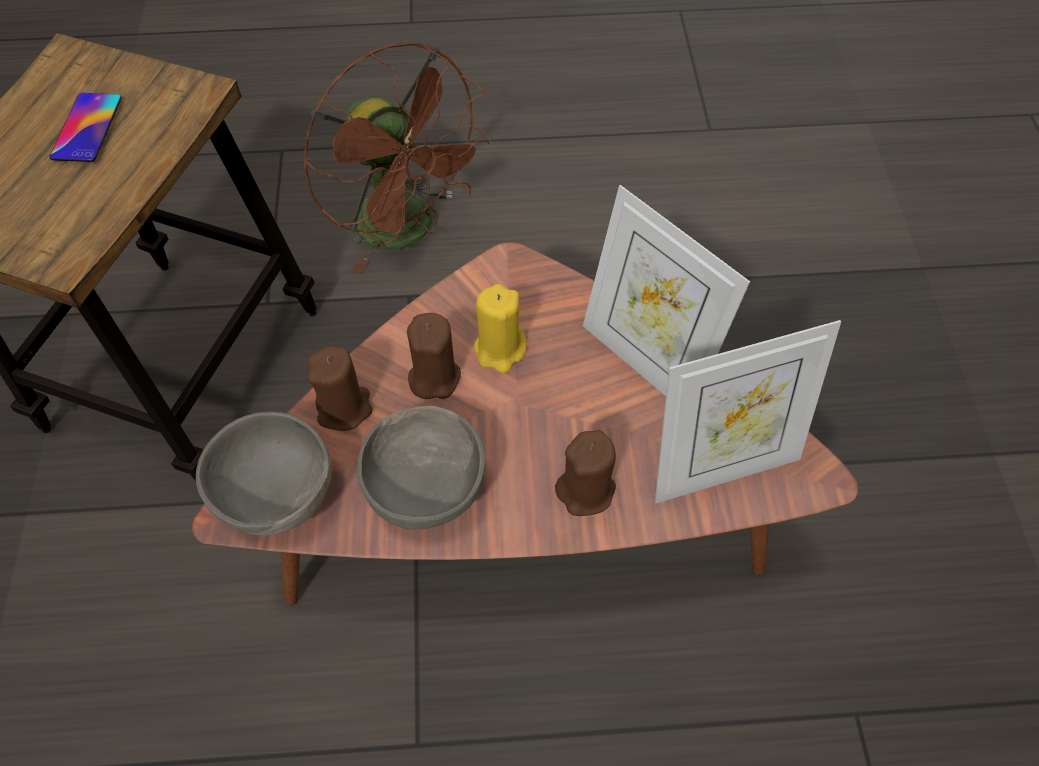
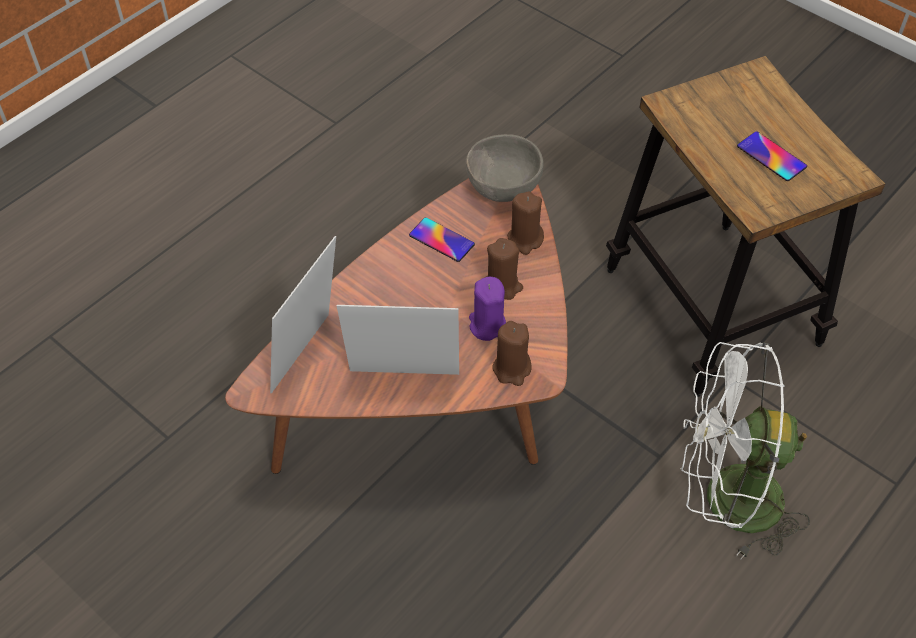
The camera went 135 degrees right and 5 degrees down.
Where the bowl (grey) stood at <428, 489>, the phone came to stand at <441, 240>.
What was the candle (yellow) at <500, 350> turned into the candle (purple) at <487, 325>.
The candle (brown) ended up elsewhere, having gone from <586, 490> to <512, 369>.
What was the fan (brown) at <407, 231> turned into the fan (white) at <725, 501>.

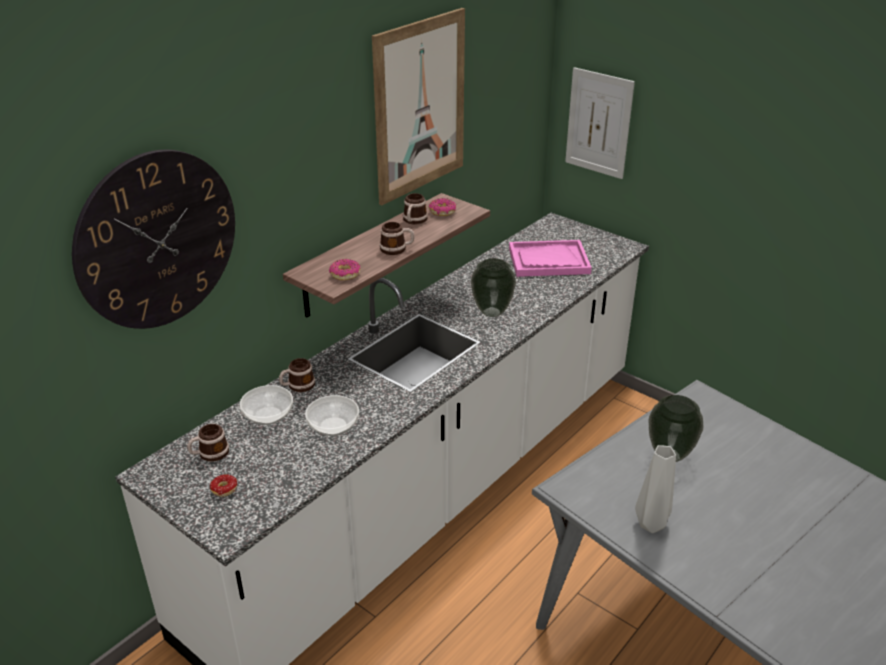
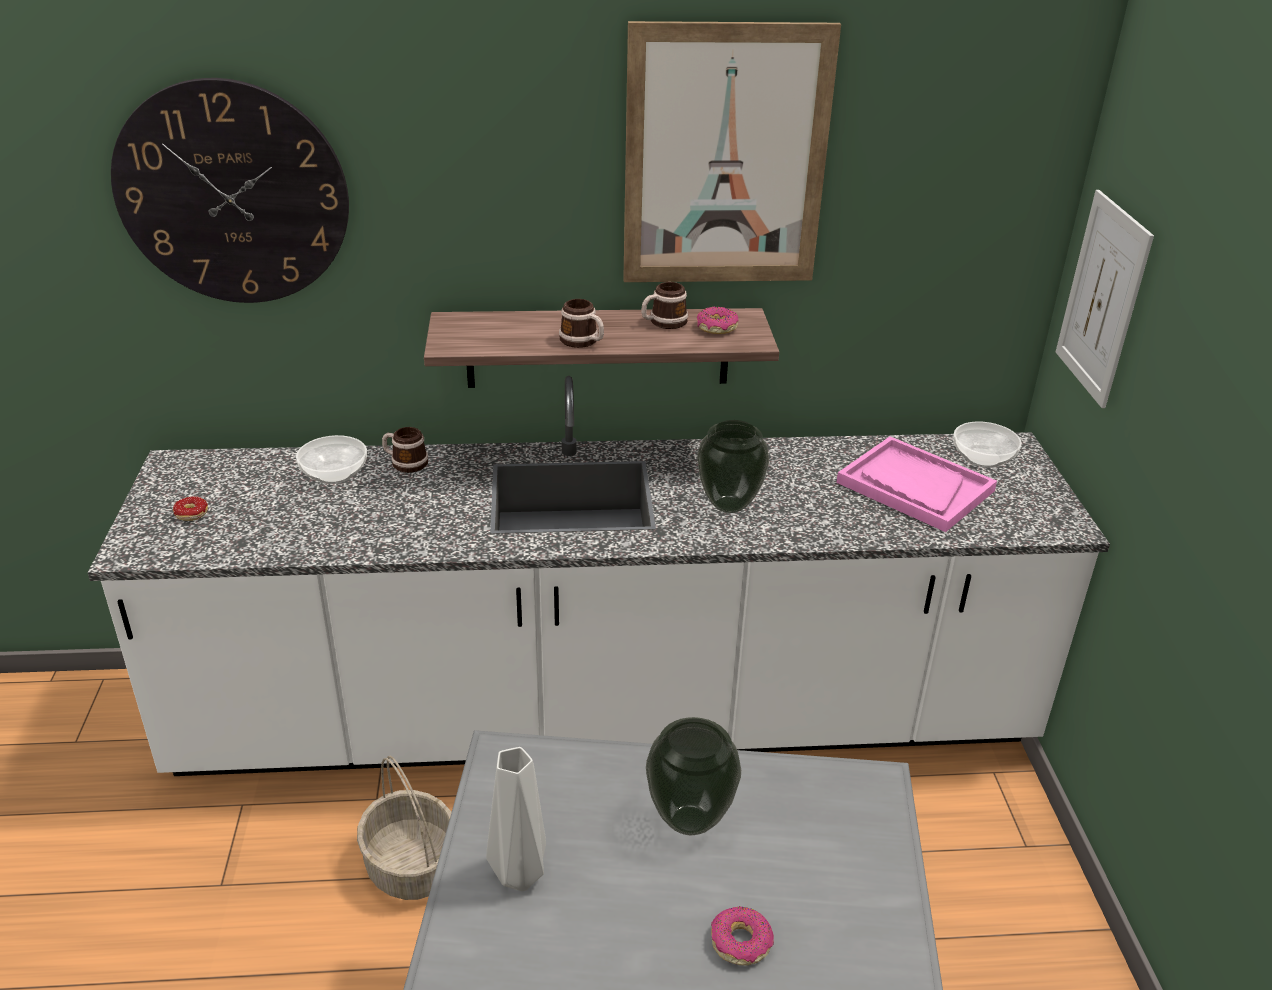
The camera went 45 degrees right and 0 degrees up.
The second view gained the basket at <413, 867>.
The donut ended up elsewhere, having gone from <345, 274> to <740, 942>.
The bowl ended up elsewhere, having gone from <333, 427> to <982, 458>.
The second view lost the mug at <209, 454>.

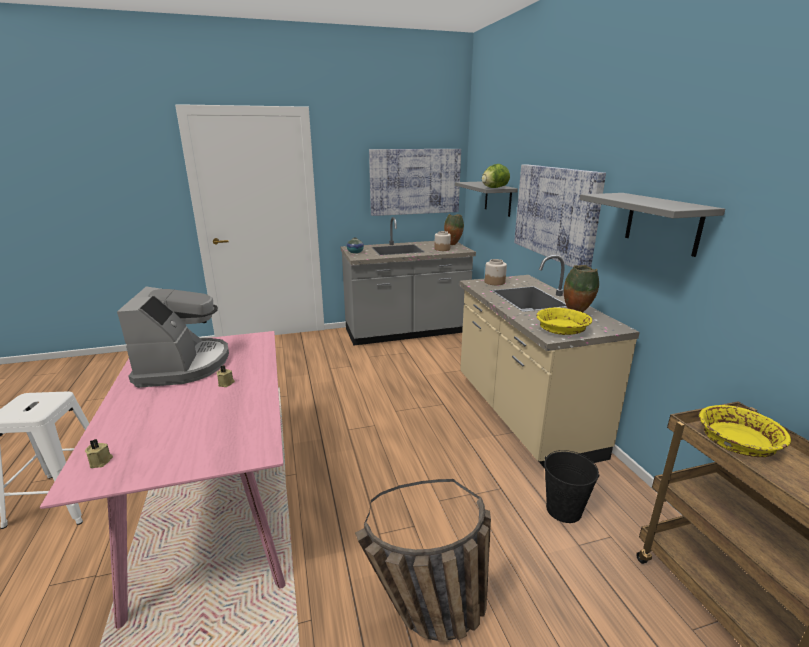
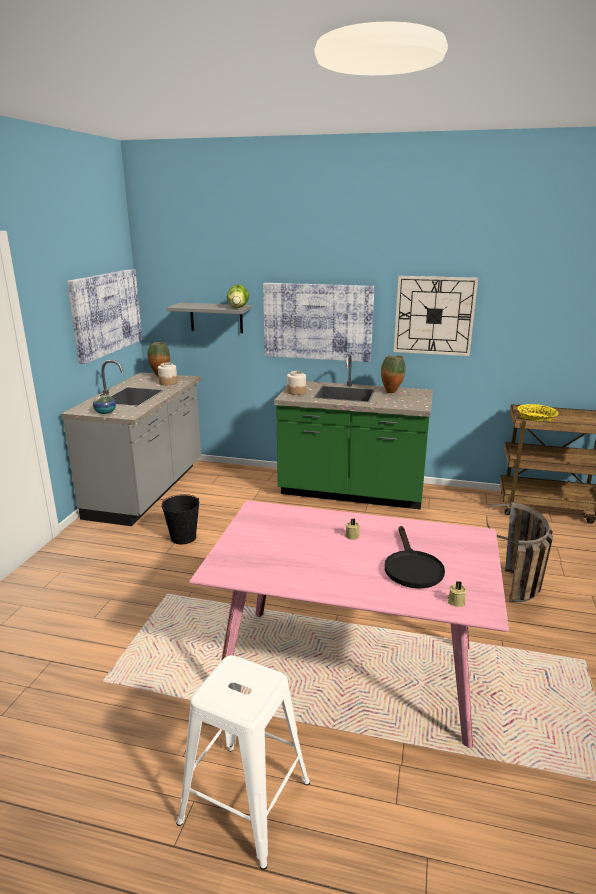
The camera went 60 degrees left and 0 degrees up.
The bucket (black) ended up elsewhere, having gone from <564, 510> to <183, 537>.
What was the counter (beige) at <523, 416> turned into the counter (green) at <351, 493>.
The second view gained the frying pan (black) at <411, 567>.
Where the shelf (grey) hung at <662, 223>, the wall clock came to hang at <434, 315>.
The second view lost the coffee machine at <183, 365>.
The second view lost the bowl (yellow) at <562, 330>.

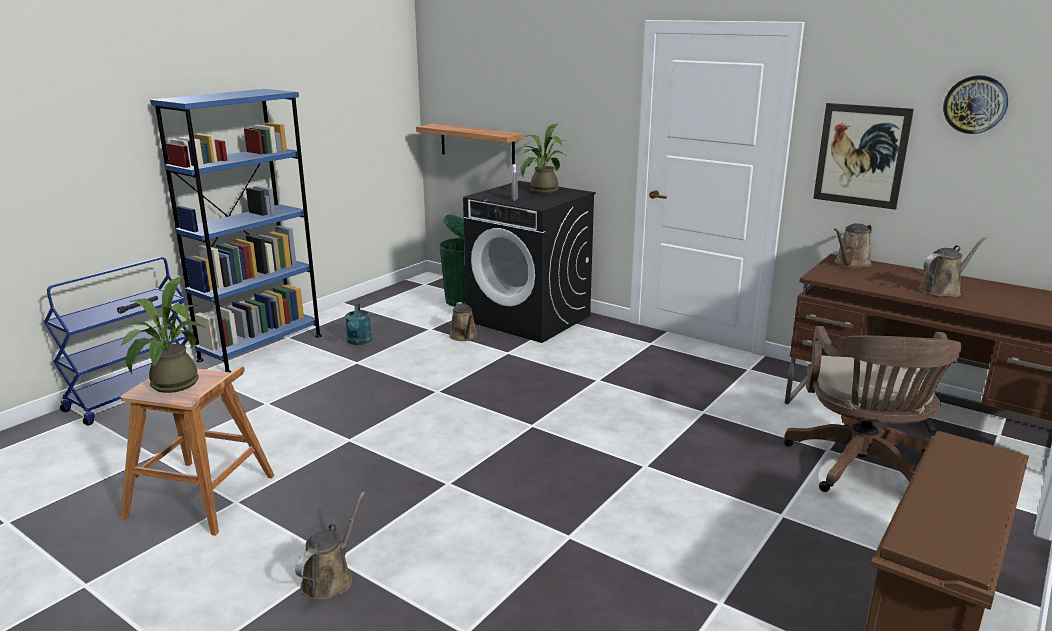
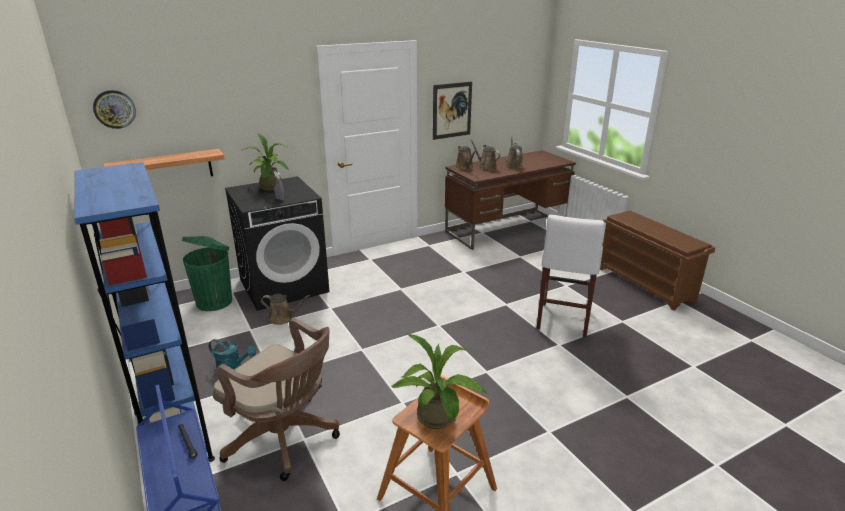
The camera went 65 degrees left and 5 degrees up.
The wall clock ended up elsewhere, having gone from <975, 104> to <114, 109>.
The office chair (brown) ended up elsewhere, having gone from <861, 468> to <285, 439>.
The watering can (brown) ended up elsewhere, having gone from <330, 579> to <486, 167>.
The second view gained the stool (white) at <562, 321>.

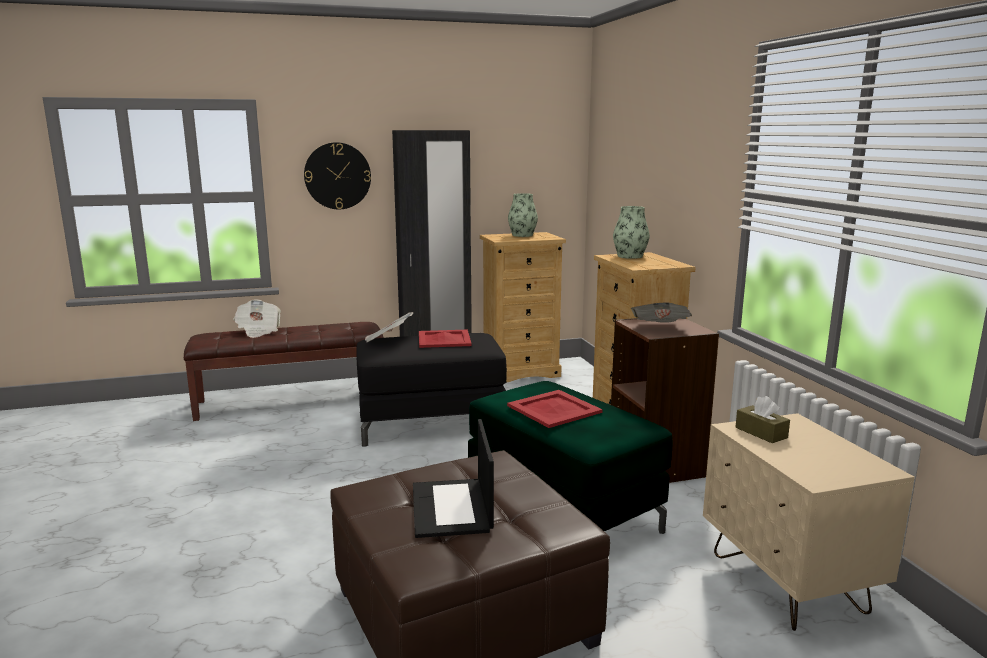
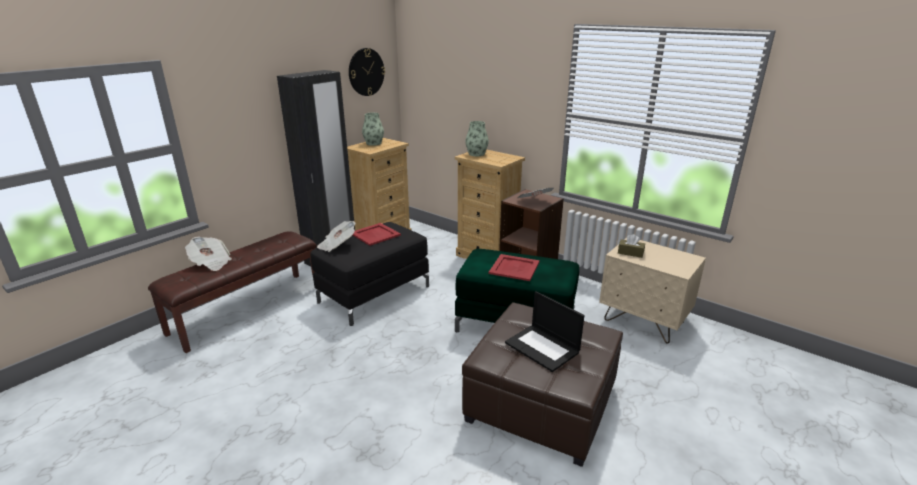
The camera went 35 degrees left and 10 degrees up.
The wall clock ended up elsewhere, having gone from <337, 176> to <366, 72>.

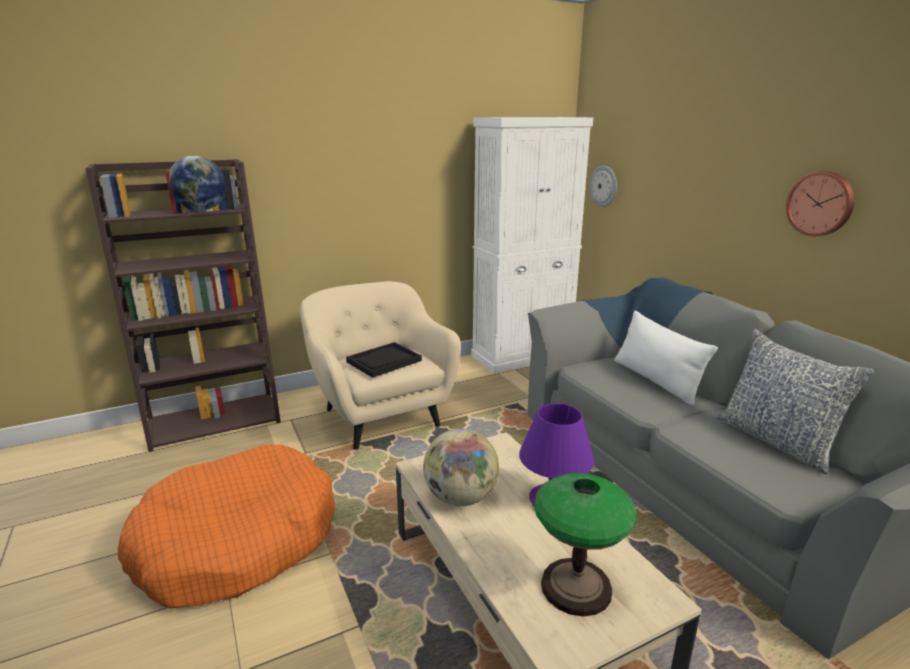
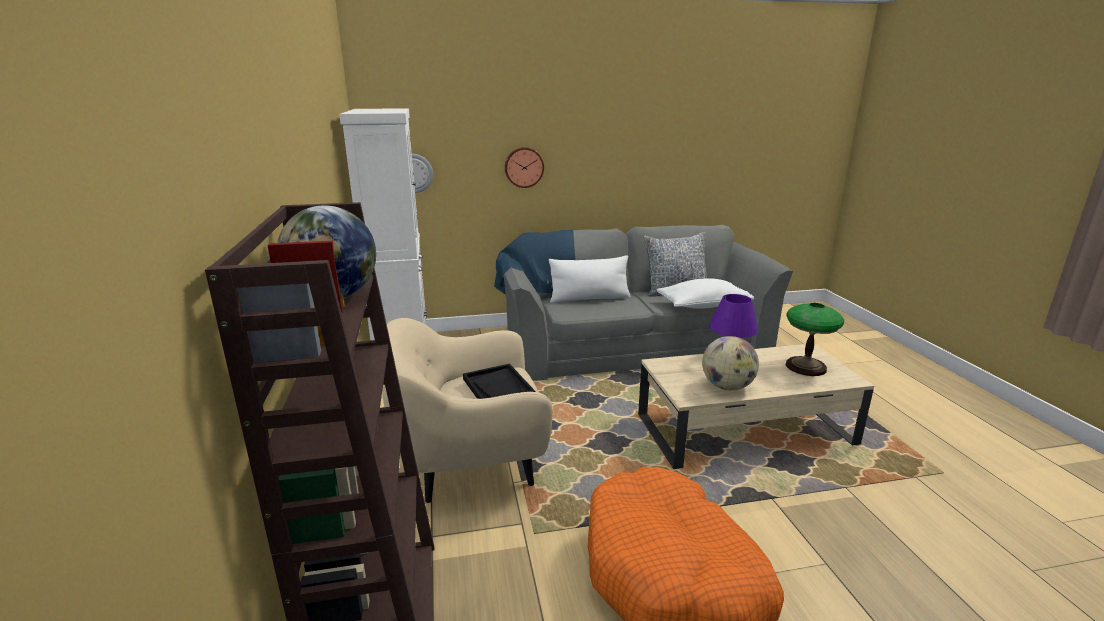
The camera went 75 degrees left and 0 degrees up.
The wall clock ended up elsewhere, having gone from <821, 203> to <524, 167>.
The second view gained the pillow (white) at <703, 306>.

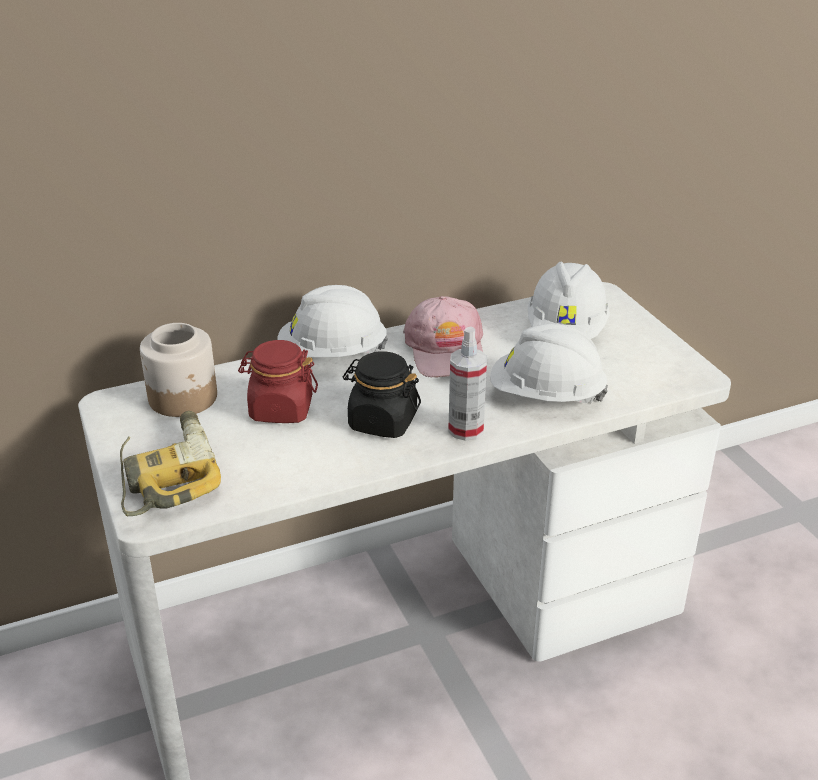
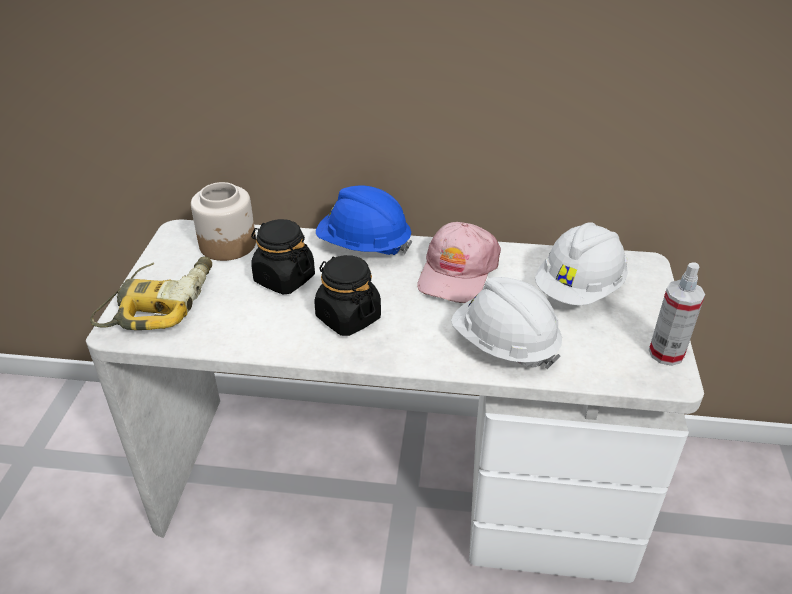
The camera went 30 degrees right and 5 degrees up.
What was the jar (red) at <280, 409> turned into the jar (black) at <284, 279>.
What was the hard hat (white) at <332, 355> turned into the hard hat (blue) at <364, 246>.
The spray bottle ended up elsewhere, having gone from <466, 429> to <666, 353>.

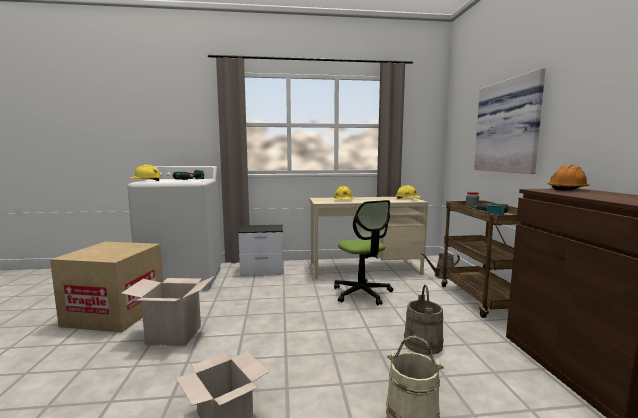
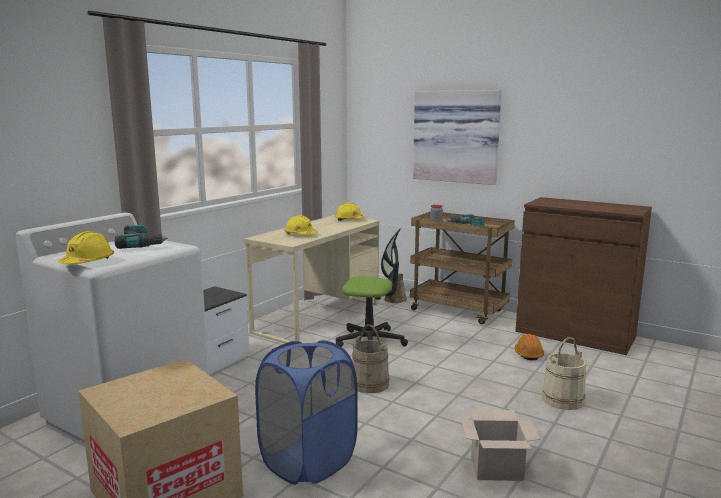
The camera went 50 degrees left and 5 degrees up.
Where the cardboard box stood at <174, 335>, the laundry basket (blue) came to stand at <308, 461>.
The bucket (beige) ended up elsewhere, having gone from <423, 344> to <370, 384>.
The hard hat (orange) ended up elsewhere, having gone from <568, 189> to <528, 354>.

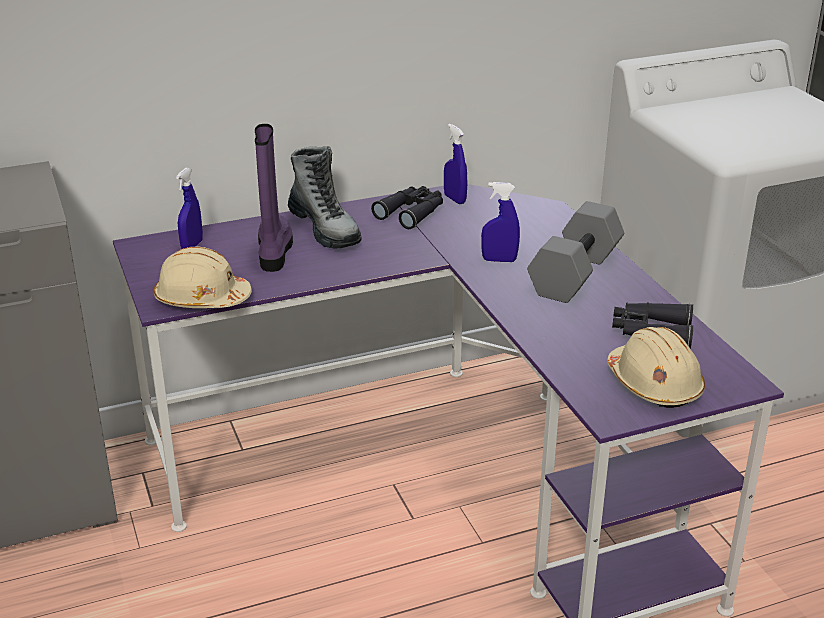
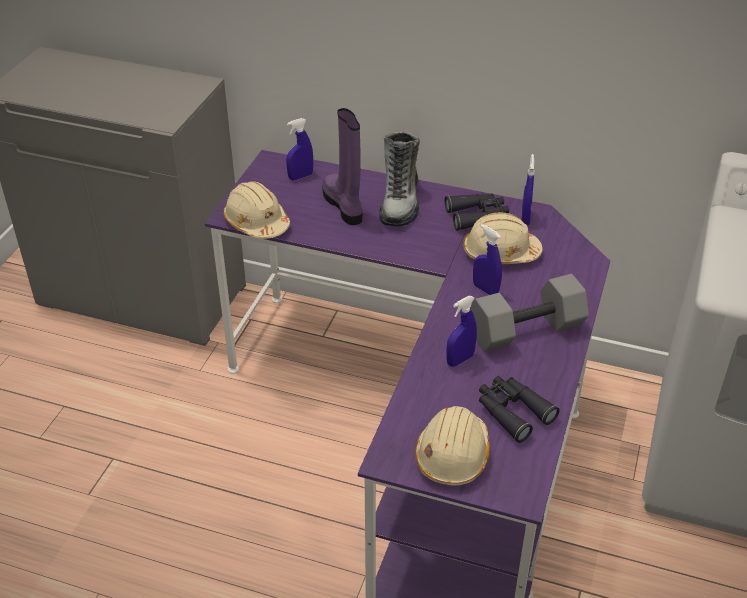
The camera went 40 degrees right and 10 degrees up.
The boot (purple) at <274, 251> ended up facing another way, 60 degrees counterclockwise from before.
The second view gained the spray bottle (blue) at <460, 360>.
The second view gained the hard hat (beige) at <500, 253>.

